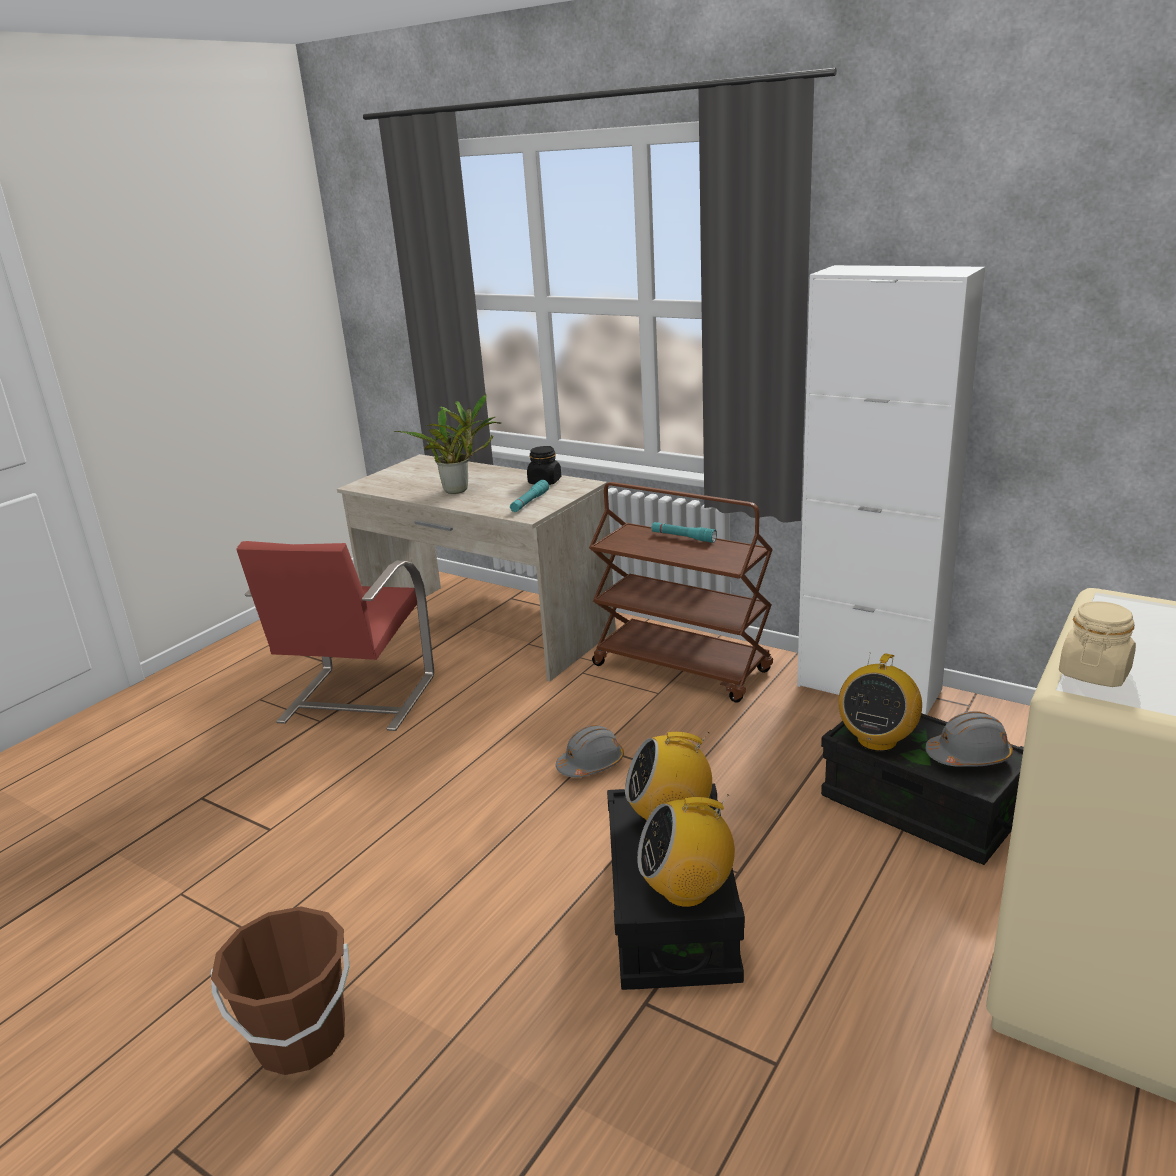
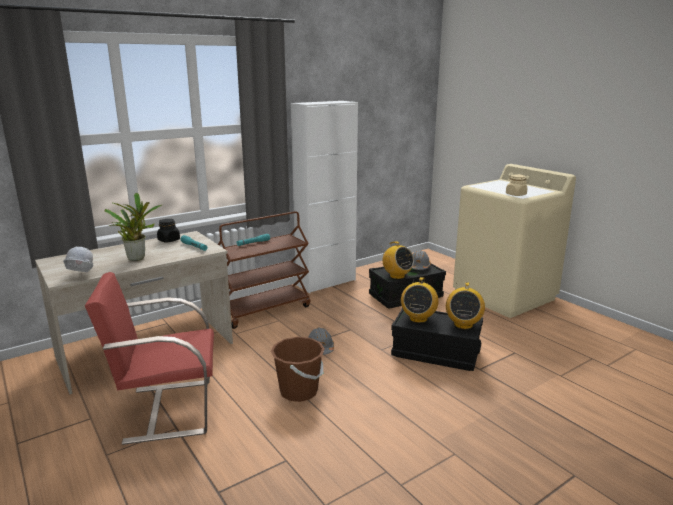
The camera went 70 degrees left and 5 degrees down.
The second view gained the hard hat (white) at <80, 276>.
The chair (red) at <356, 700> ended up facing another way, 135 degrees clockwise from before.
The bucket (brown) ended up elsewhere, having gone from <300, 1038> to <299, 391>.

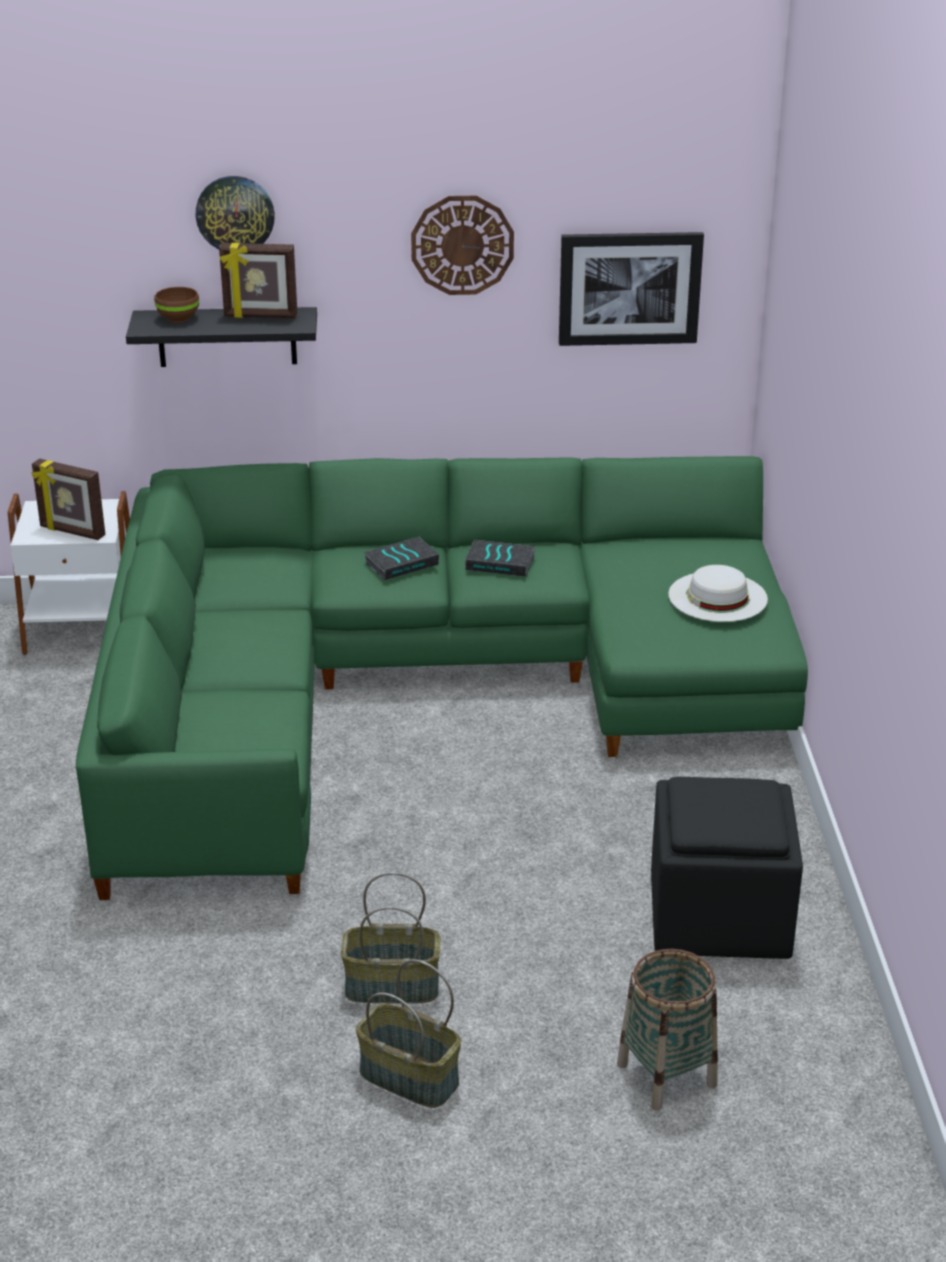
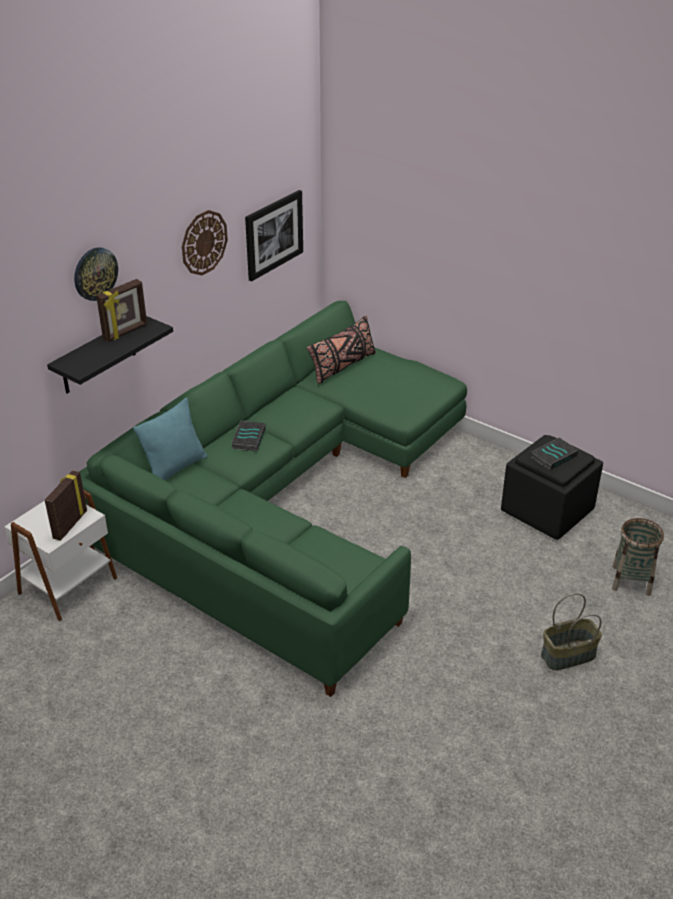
The camera went 50 degrees left and 5 degrees up.
The picture frame at <72, 532> ended up facing another way, 135 degrees clockwise from before.
The second view gained the pillow (turquoise) at <175, 468>.
The second view gained the pillow (black) at <342, 366>.
The book ended up elsewhere, having gone from <501, 563> to <553, 456>.
The second view lost the bowl (brown) at <177, 318>.
The second view lost the basket at <391, 987>.
The second view lost the hat (white) at <717, 597>.

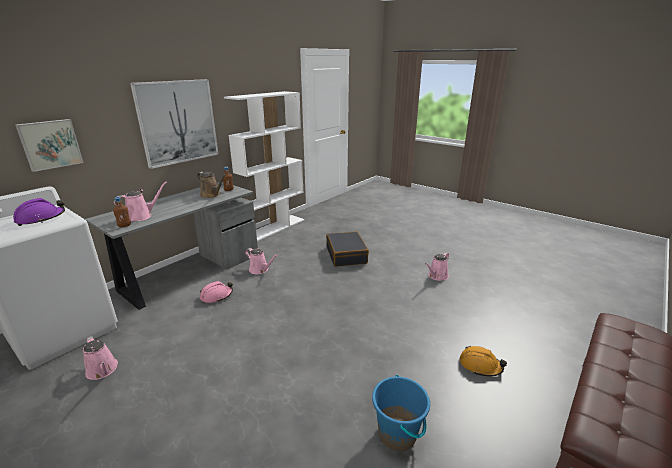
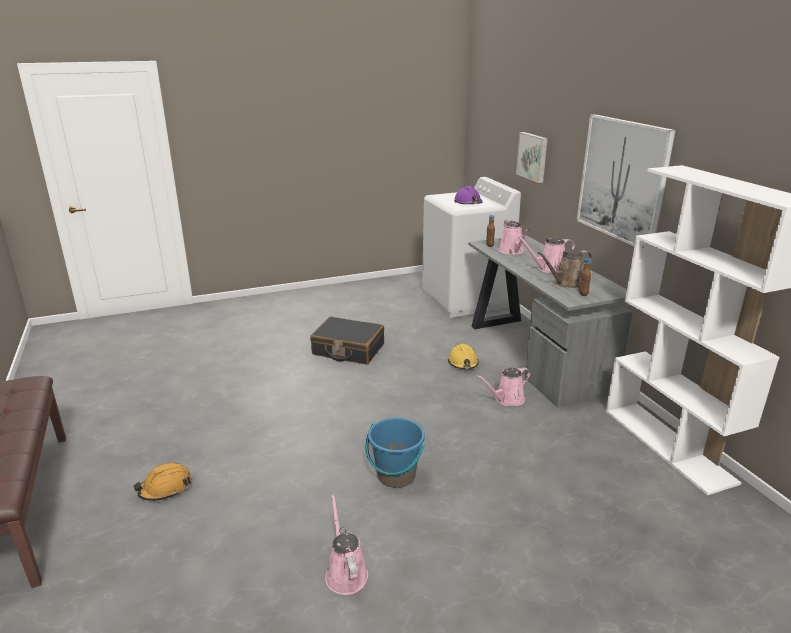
The camera went 120 degrees right and 0 degrees up.
The suitcase (black) ended up elsewhere, having gone from <346, 255> to <348, 349>.
The bucket (blue) ended up elsewhere, having gone from <397, 434> to <396, 476>.
What was the hard hat (pink) at <216, 296> turned into the hard hat (yellow) at <463, 363>.
The watering can (pink) ended up elsewhere, having gone from <103, 370> to <549, 269>.

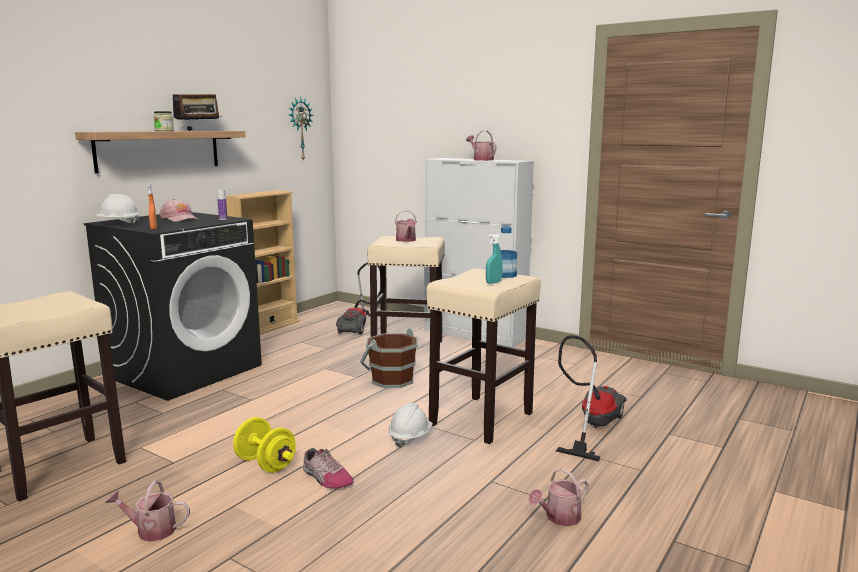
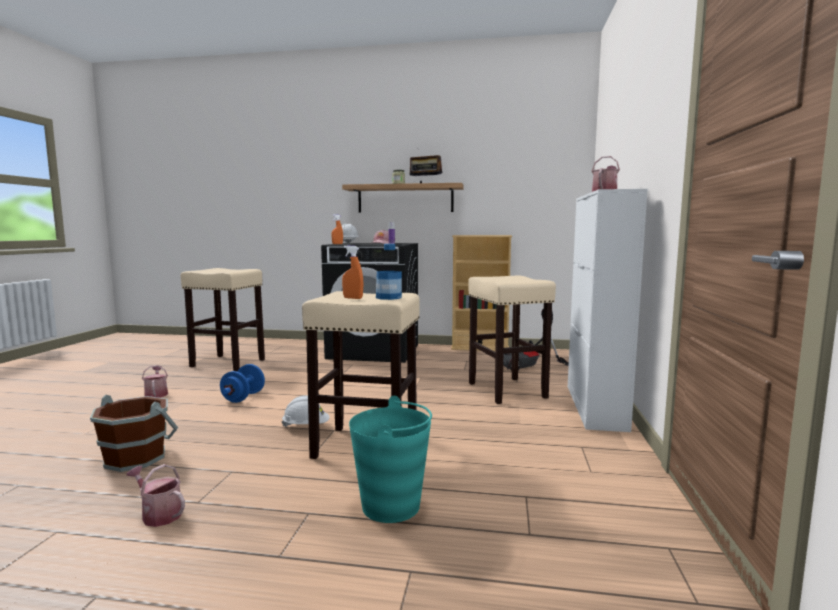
The camera went 65 degrees right and 5 degrees down.
The bucket (brown) ended up elsewhere, having gone from <391, 380> to <136, 457>.
What was the dumbbell (yellow) at <265, 464> turned into the dumbbell (blue) at <243, 397>.
What was the spray bottle (turquoise) at <493, 282> turned into the spray bottle (orange) at <353, 298>.
Where the vacuum cleaner stood at <591, 426>, the bucket (turquoise) came to stand at <391, 506>.
The second view lost the wall clock at <300, 129>.
The second view lost the shoe at <326, 478>.
The second view lost the watering can at <406, 240>.

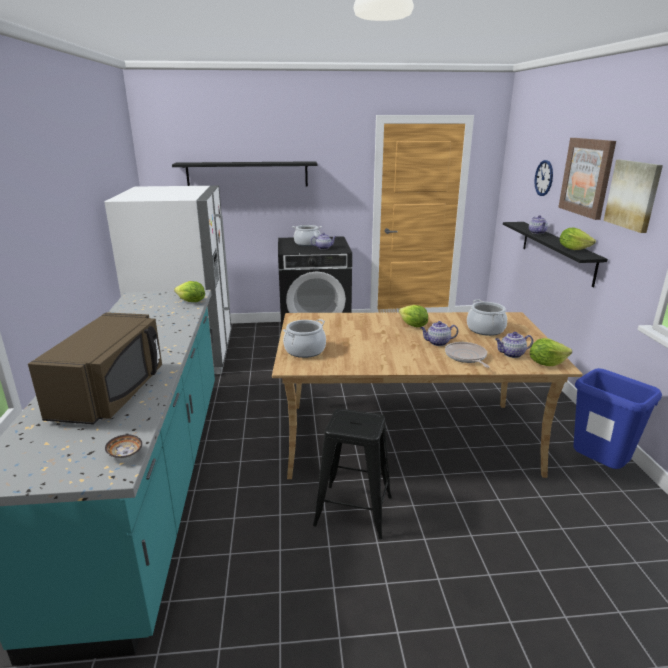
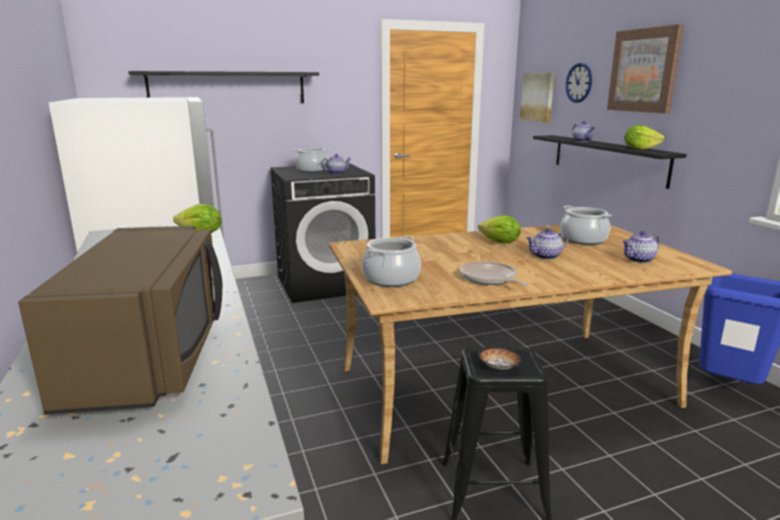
The camera went 15 degrees left and 5 degrees down.
The frying pan ended up elsewhere, having gone from <466, 357> to <489, 279>.
The bowl ended up elsewhere, having gone from <125, 454> to <498, 367>.
The picture ended up elsewhere, having gone from <633, 195> to <538, 97>.
The second view lost the lettuce at <546, 363>.

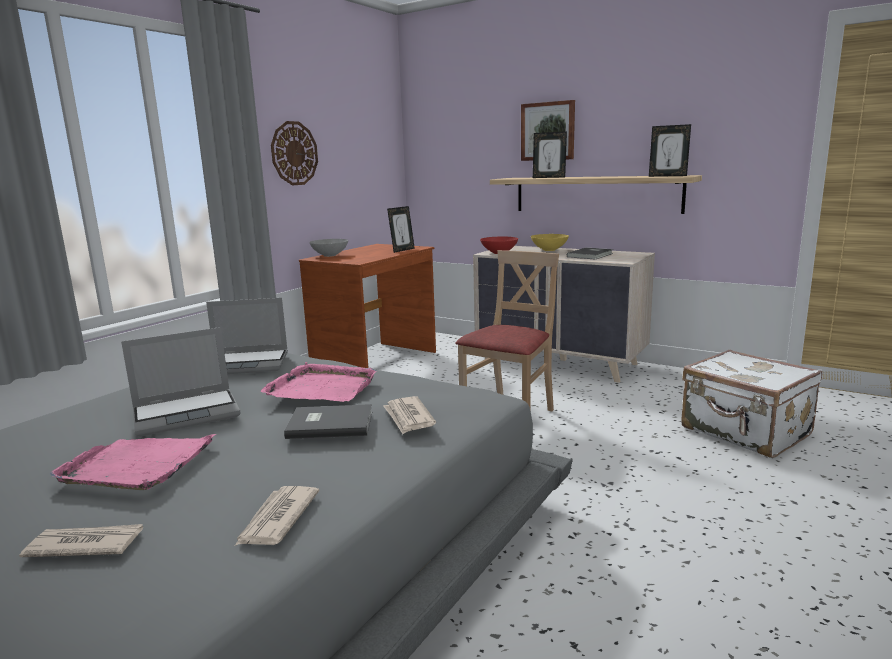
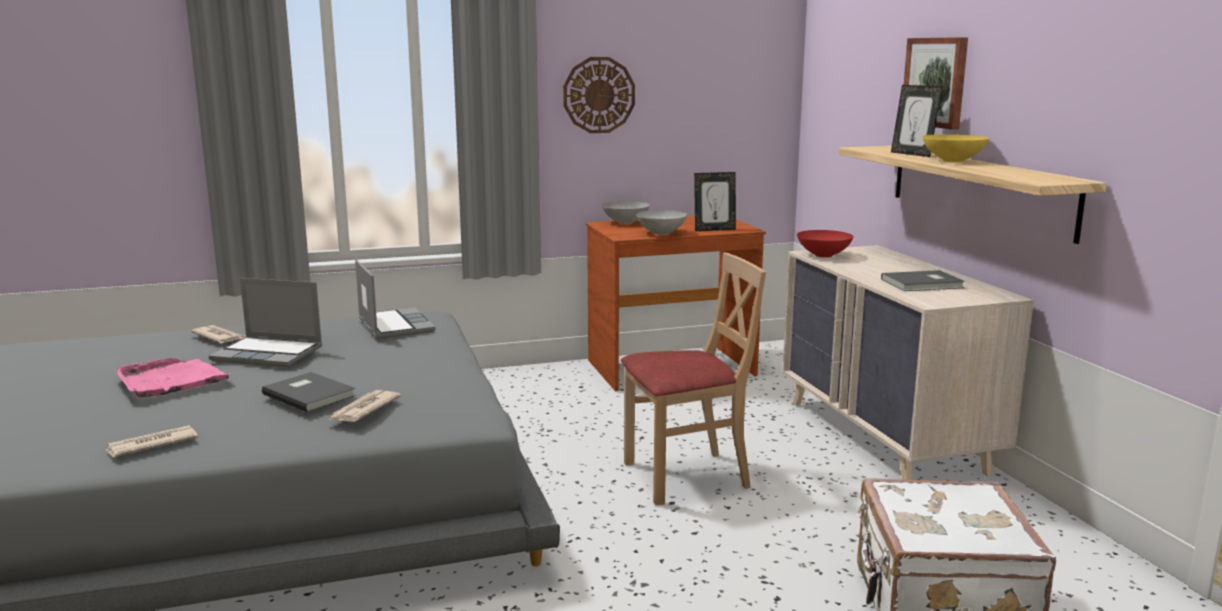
The camera went 40 degrees right and 0 degrees up.
The newspaper ended up elsewhere, having gone from <85, 545> to <219, 337>.
The laptop at <247, 364> ended up facing another way, 150 degrees counterclockwise from before.
The second view gained the bowl (grey) at <660, 233>.
The bowl (yellow) ended up elsewhere, having gone from <549, 250> to <953, 161>.
The second view lost the tray (pink) at <322, 387>.
The second view lost the picture frame at <667, 176>.

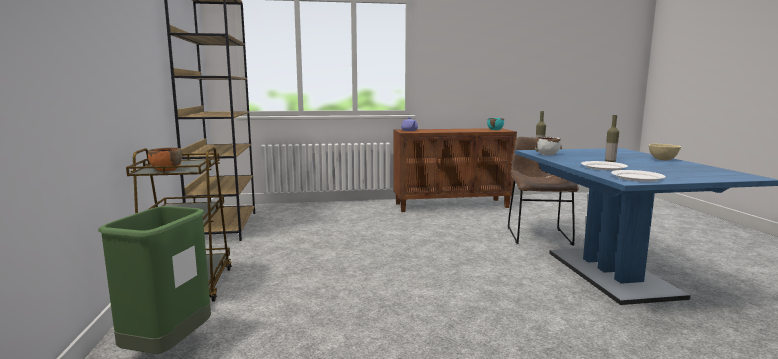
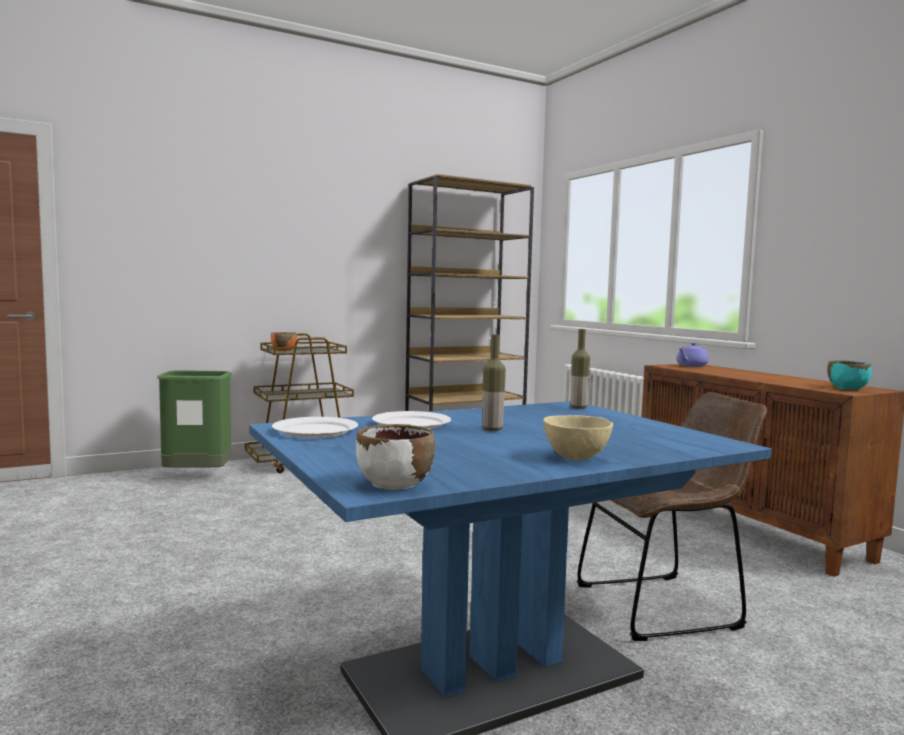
The camera went 70 degrees right and 5 degrees down.
The bowl (white) ended up elsewhere, having gone from <547, 154> to <394, 484>.

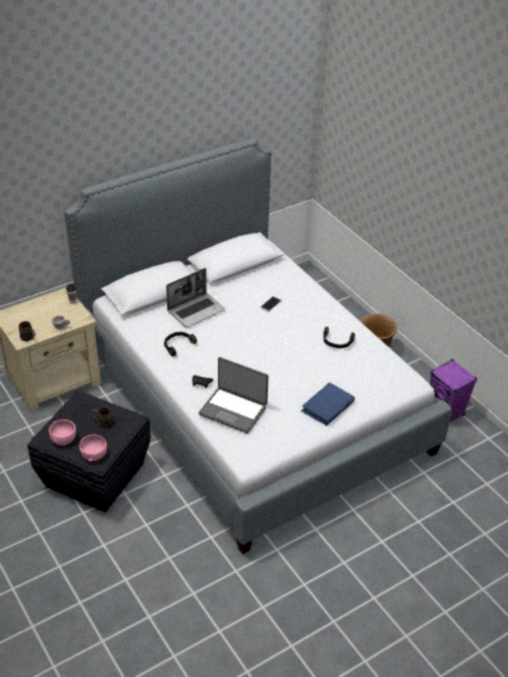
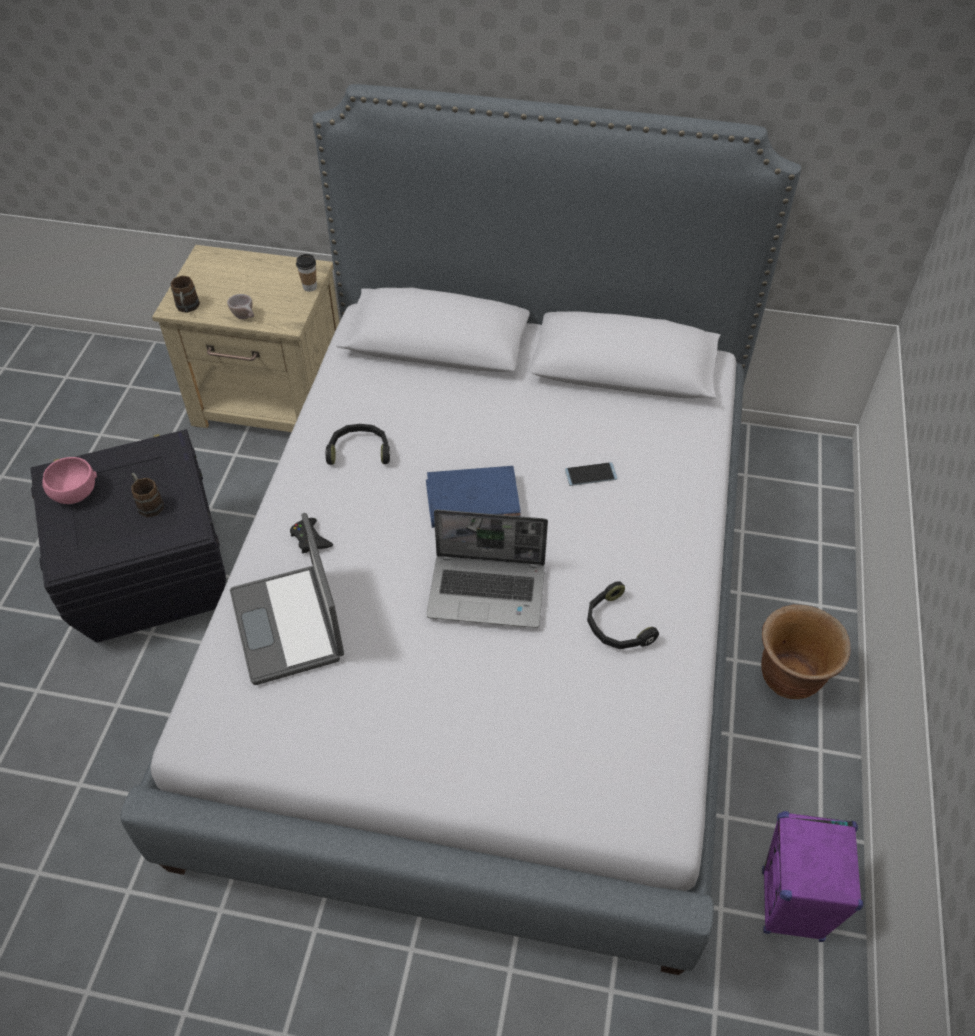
The camera went 45 degrees right and 10 degrees up.
The book (blue) ended up elsewhere, having gone from <327, 406> to <472, 501>.
The laptop ended up elsewhere, having gone from <196, 310> to <488, 591>.
The second view lost the bowl (pink) at <93, 454>.

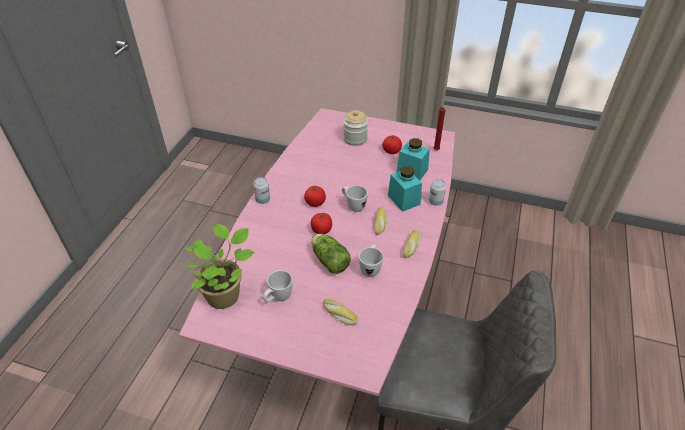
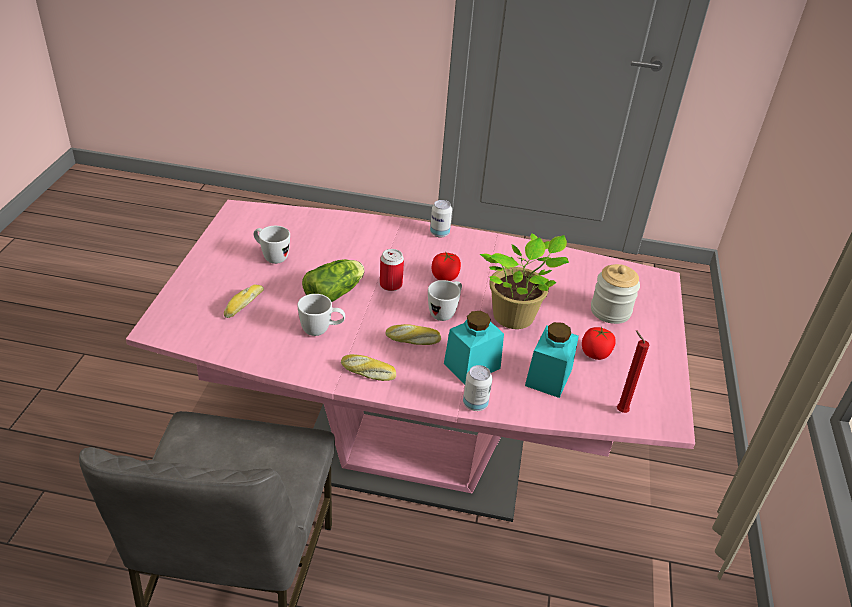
The camera went 80 degrees right and 5 degrees down.
Where the tomato stood at <321, 230>, the can came to stand at <391, 285>.
The potted plant ended up elsewhere, having gone from <225, 295> to <516, 318>.

